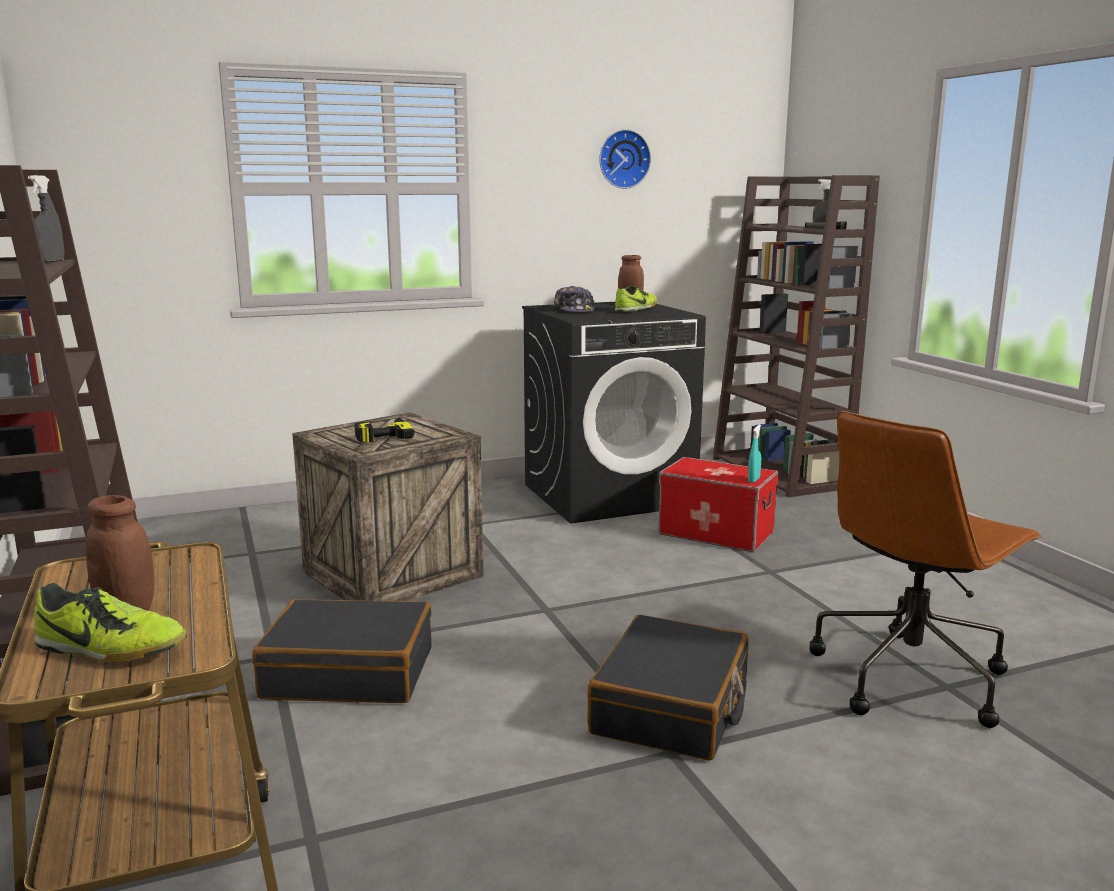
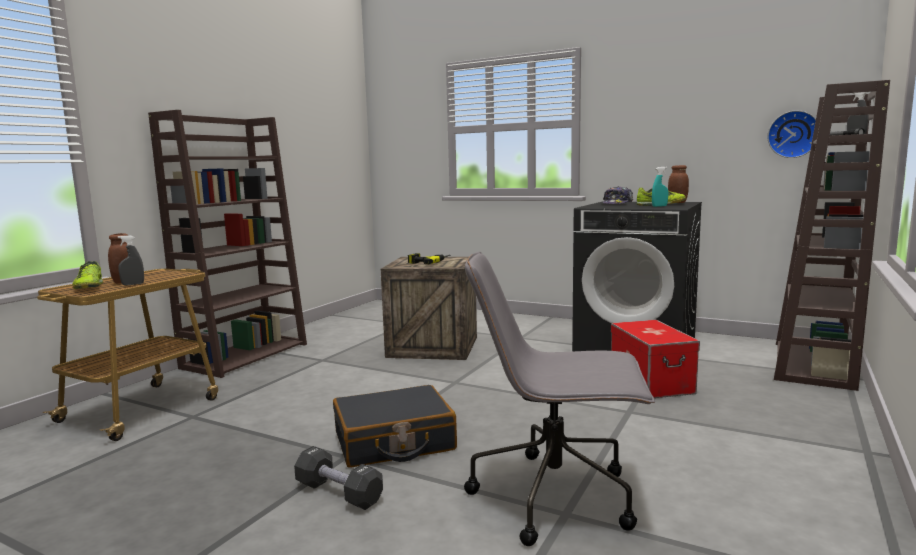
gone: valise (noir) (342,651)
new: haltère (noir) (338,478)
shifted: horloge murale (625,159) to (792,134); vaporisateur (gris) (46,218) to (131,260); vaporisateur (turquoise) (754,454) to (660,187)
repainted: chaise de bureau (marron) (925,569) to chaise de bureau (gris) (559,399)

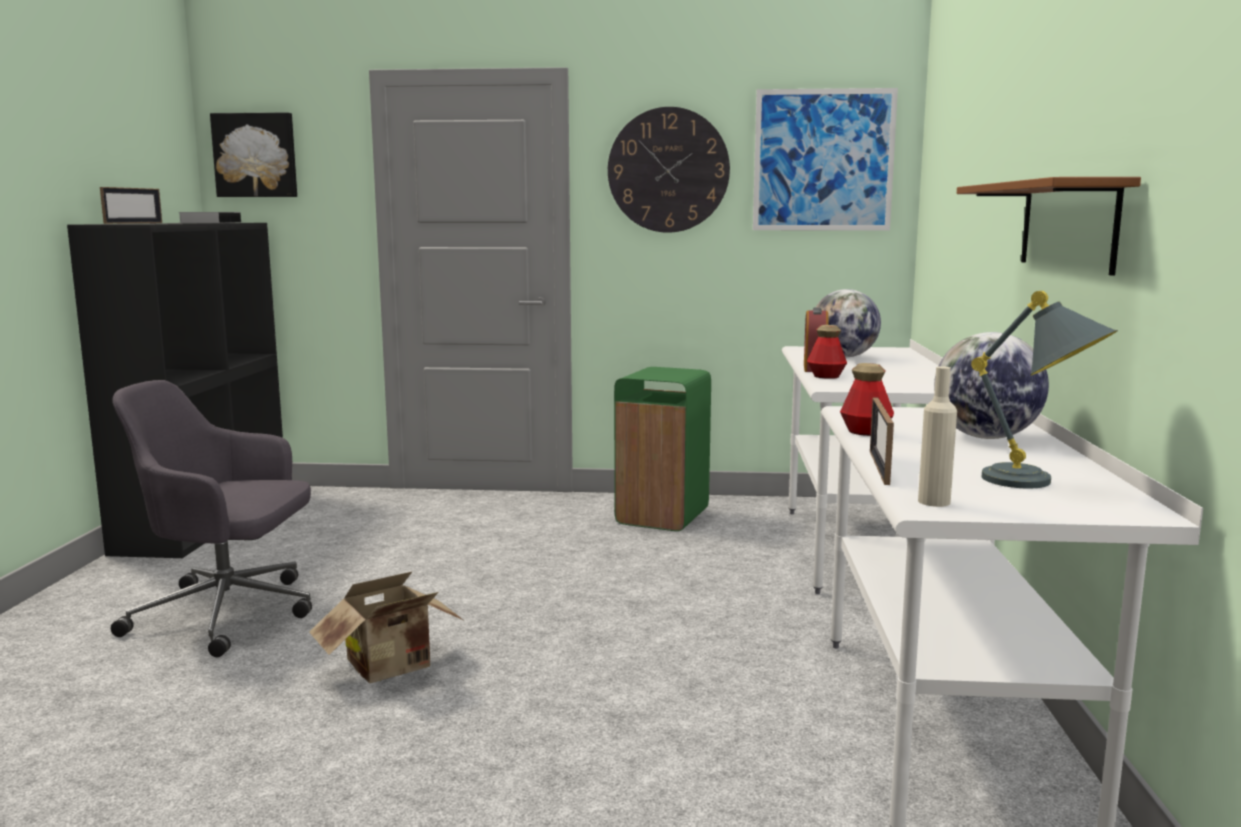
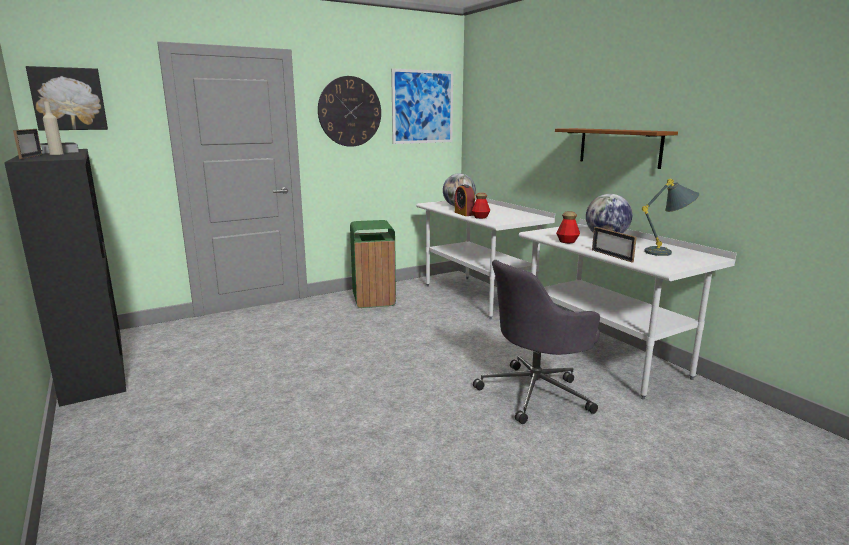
gone: carton (386,627)
shifted: bouteille (beige) (937,436) to (53,128); chaise de bureau (gris) (211,518) to (536,342)

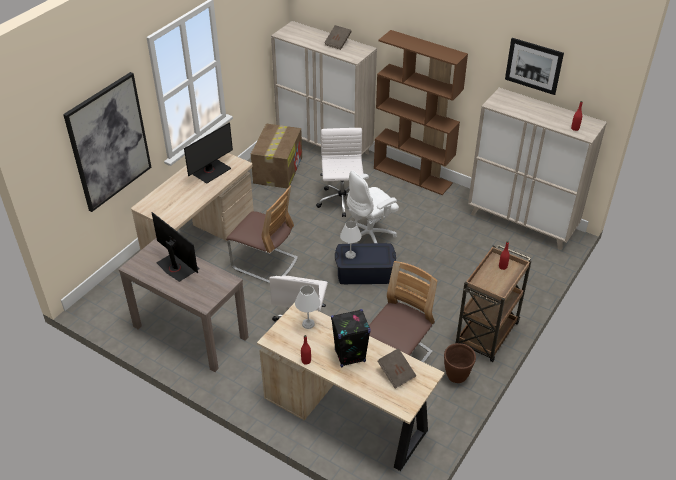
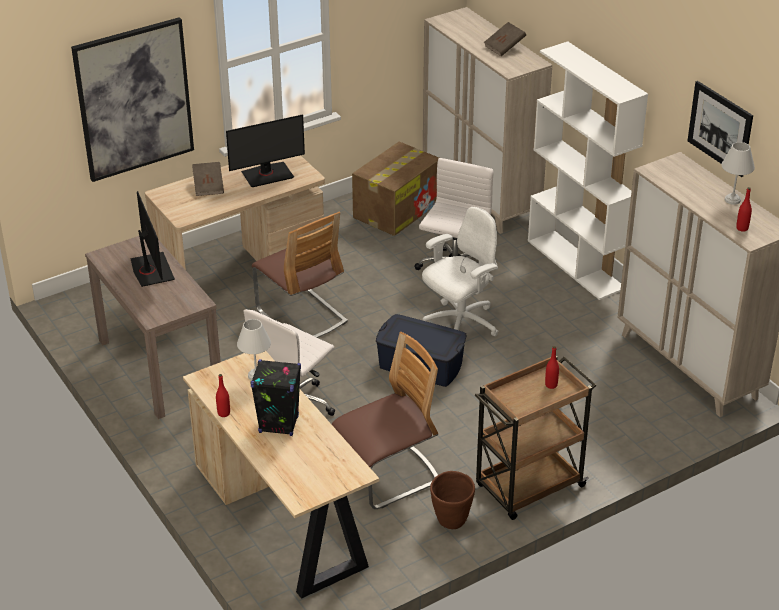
shifted: lampe de table (blanc) (351,240) to (738,173); livre (marron) (396,368) to (208,179)
repainted: bibliothèque (marron) (421,112) to bibliothèque (blanc) (588,170)
rotated: chaise de bureau (blanc) (373,207) = (460,271) 150 degrees clockwise

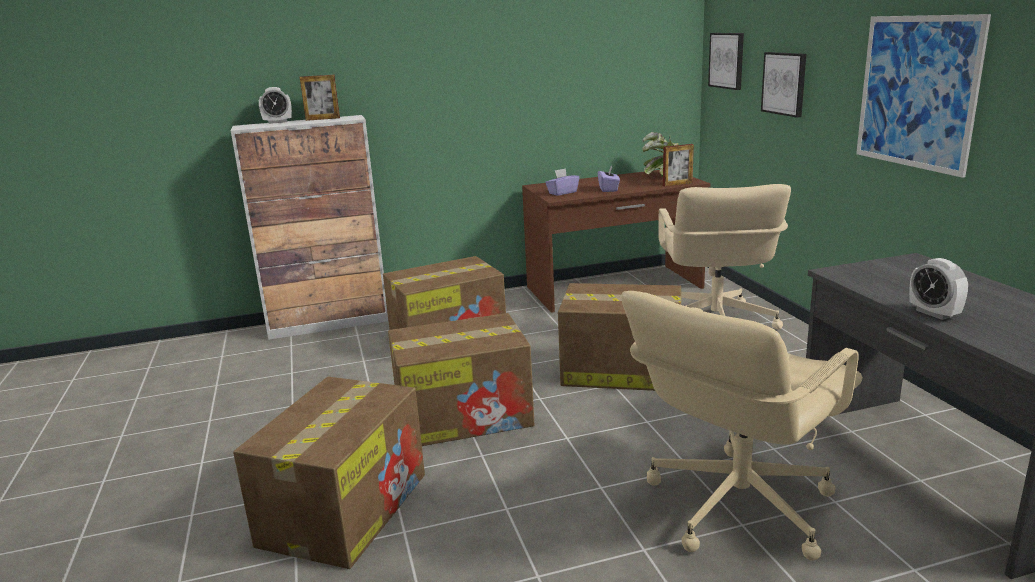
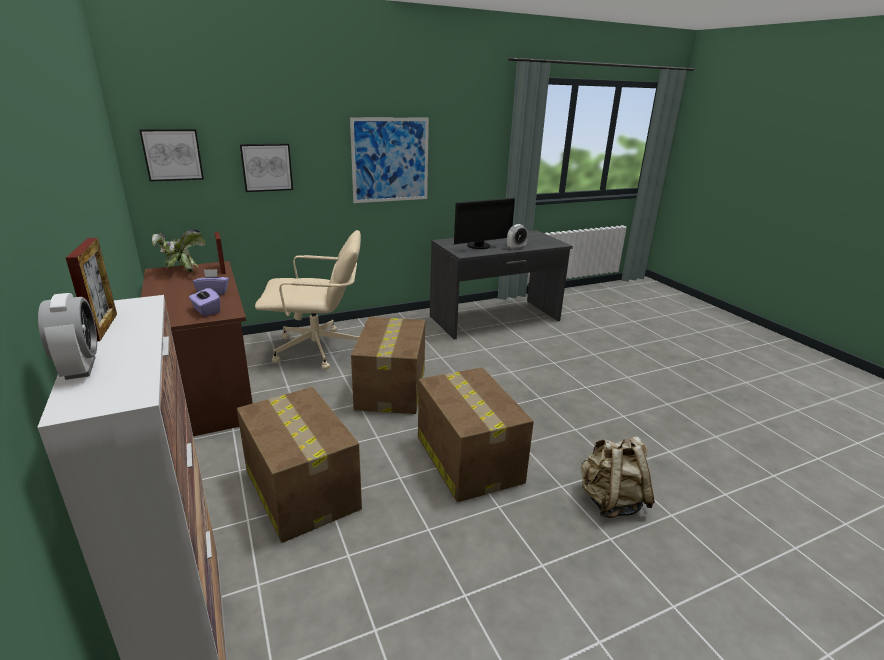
gone: chaise de bureau (beige) (742,426)
new: écran d'ordinateur (484,223)
swapped: carton (329,473) to sac à dos (beige) (618,477)

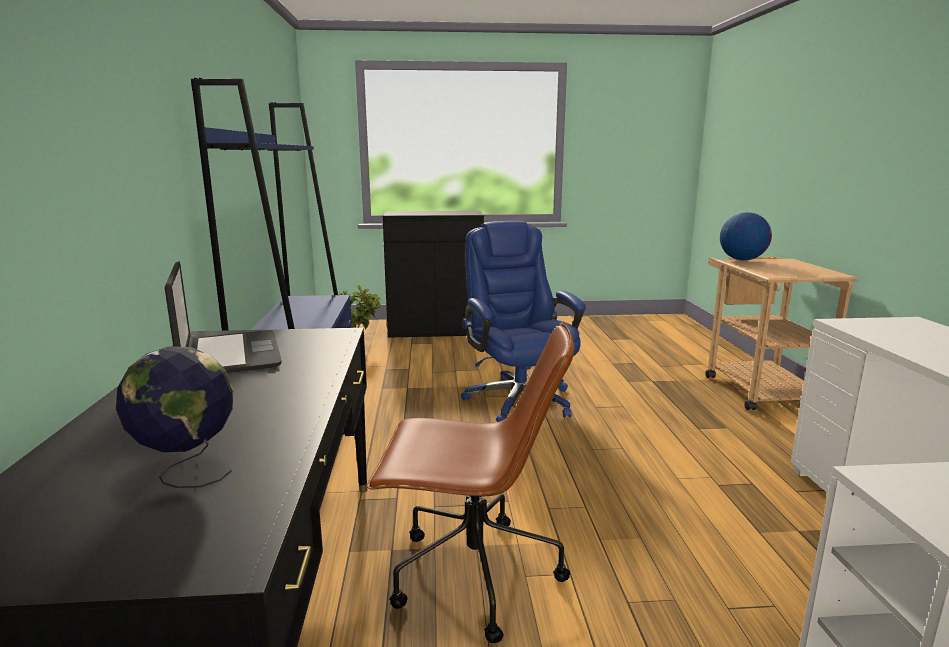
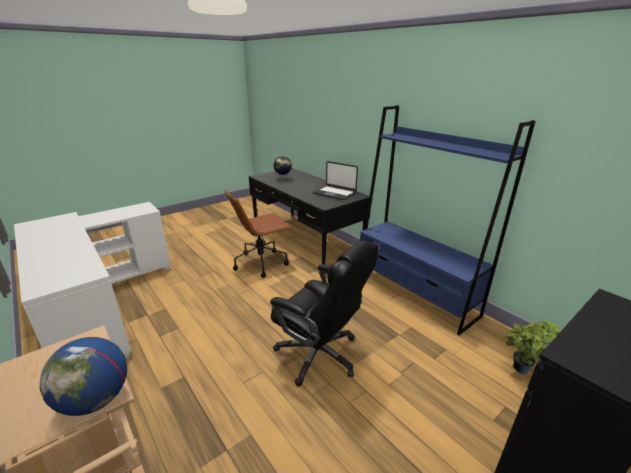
repainted: chaise de bureau (bleu) (523,321) to chaise de bureau (noir) (324,314)

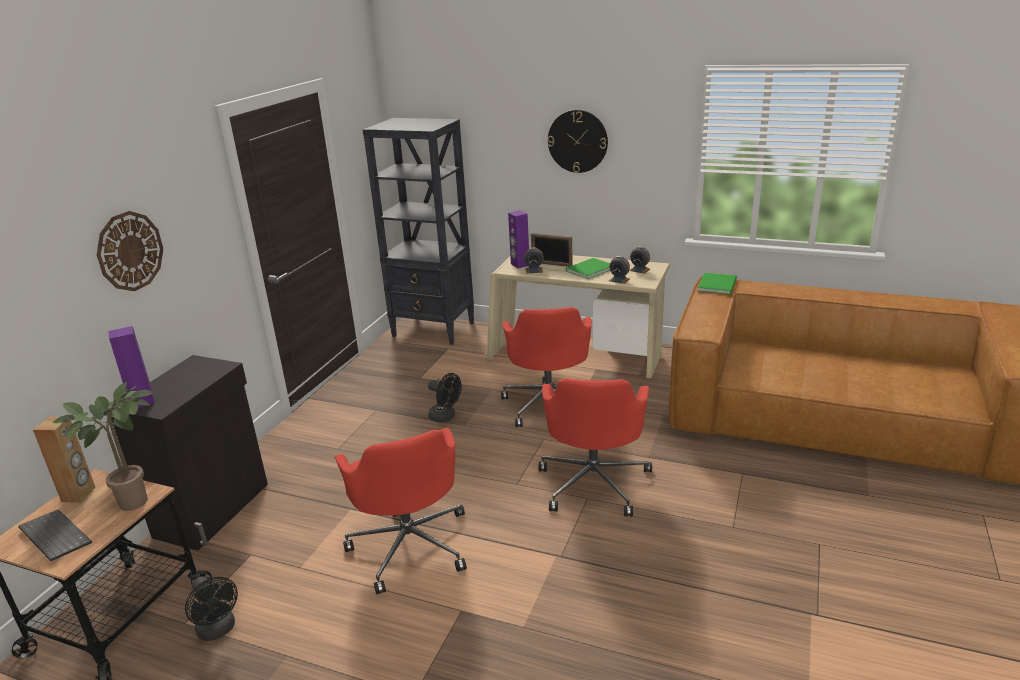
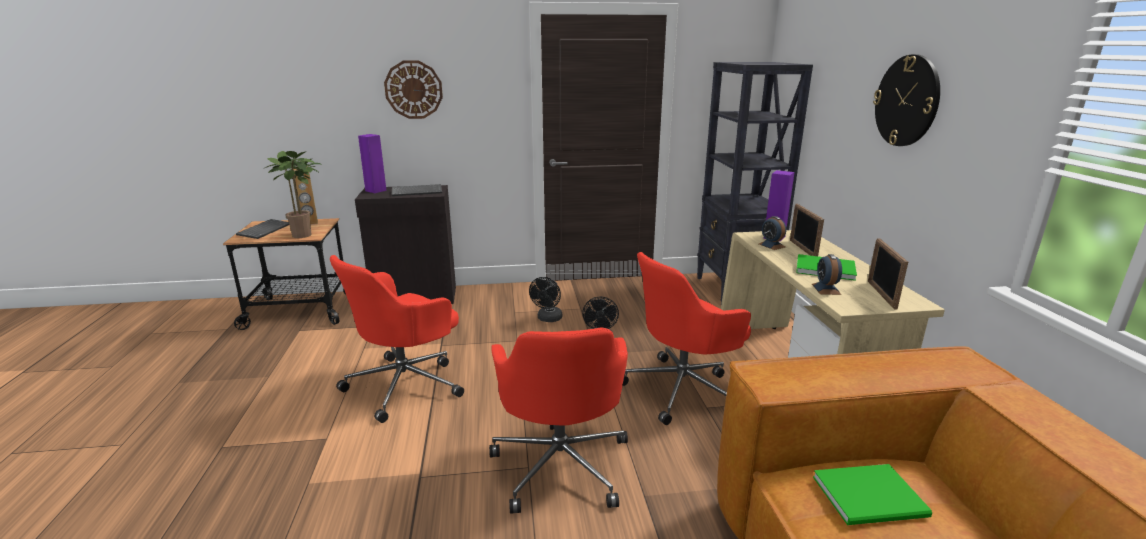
new: clavier (417,190)
shifted: livre (vert) (717,283) to (872,494); ventilateur (noir) (211,609) to (545,299)
swapped: réveil (639,260) to cadre photo (888,274)
rotated: chaise de bureau (rouge) (595,447) = (558,420) 75 degrees counterclockwise

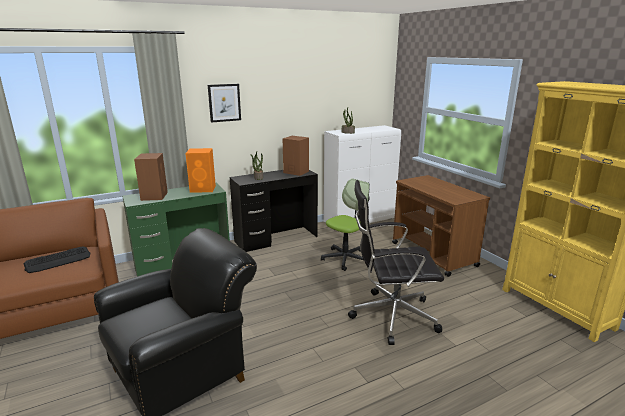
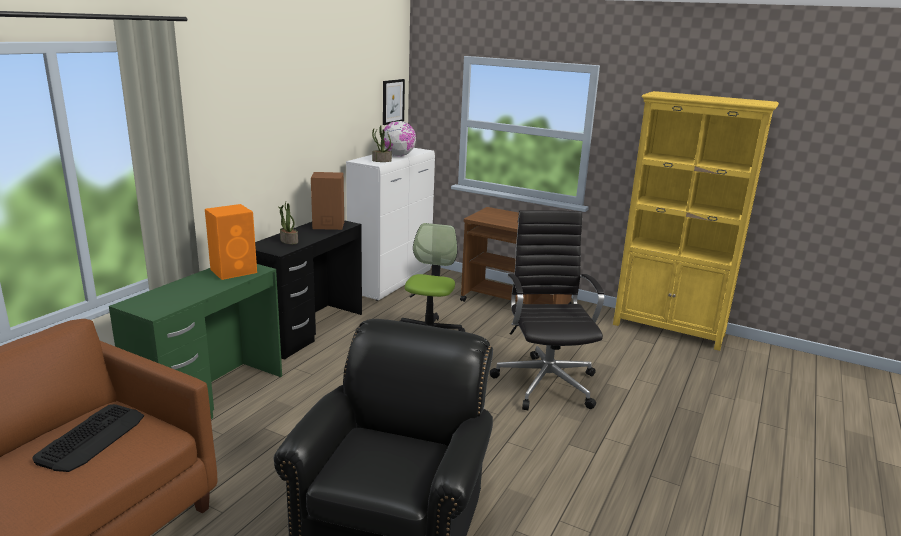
gone: enceinte (marron) (151,177)
new: globe (400,138)
shifted: tableau (224,103) to (394,102)
rotated: chaise de bureau (noir) (396,262) = (547,310) 120 degrees clockwise

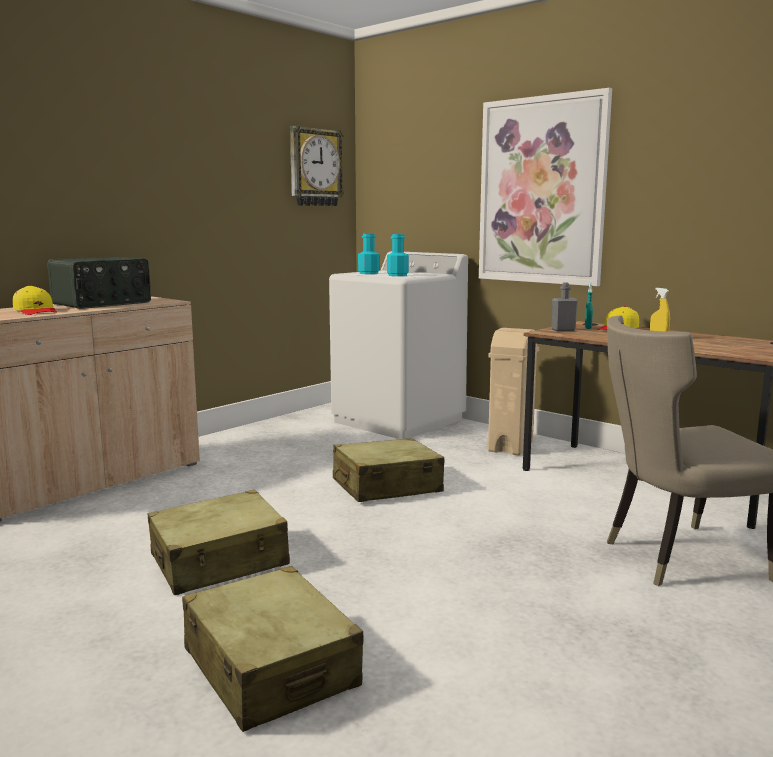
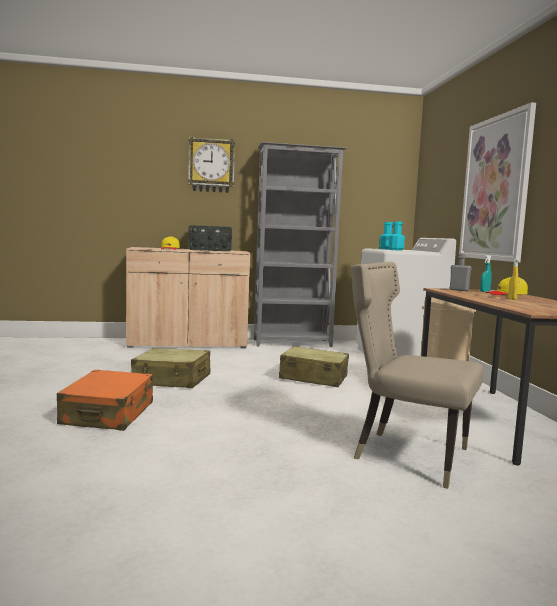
new: bibliothèque (gris) (300,244)
shifted: horloge murale (317,166) to (211,165)
repainted: valise (beige) (272,649) to valise (orange) (105,400)

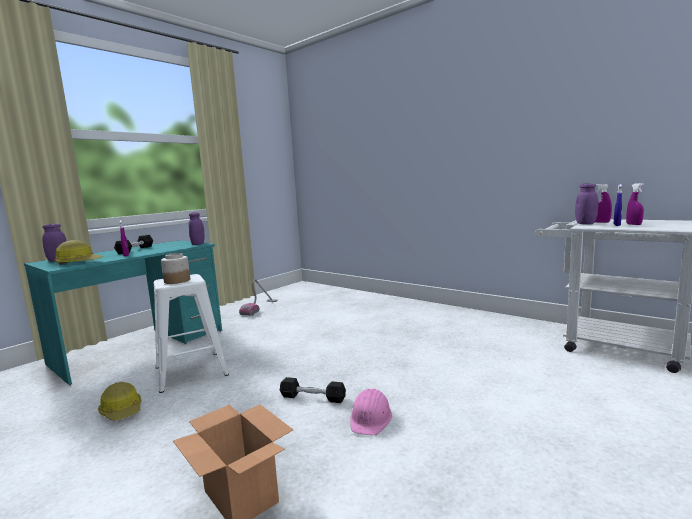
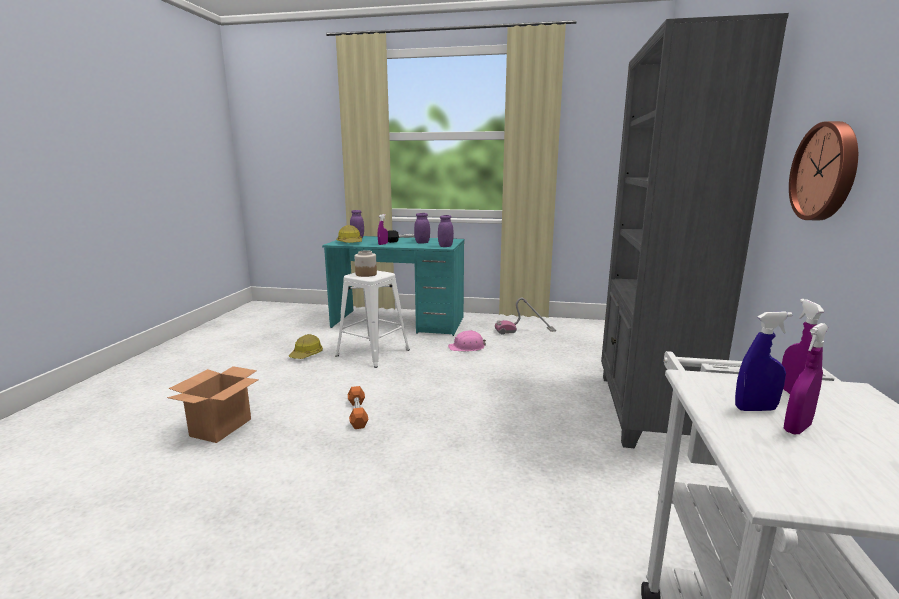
new: bibliothèque (gris) (695,230); horloge murale (823,170)
shifted: bocal (violet) (586,203) to (422,228); casque de chantier (rose) (371,412) to (467,341)
repainted: haltère (noir) (313,390) to haltère (orange) (358,407)

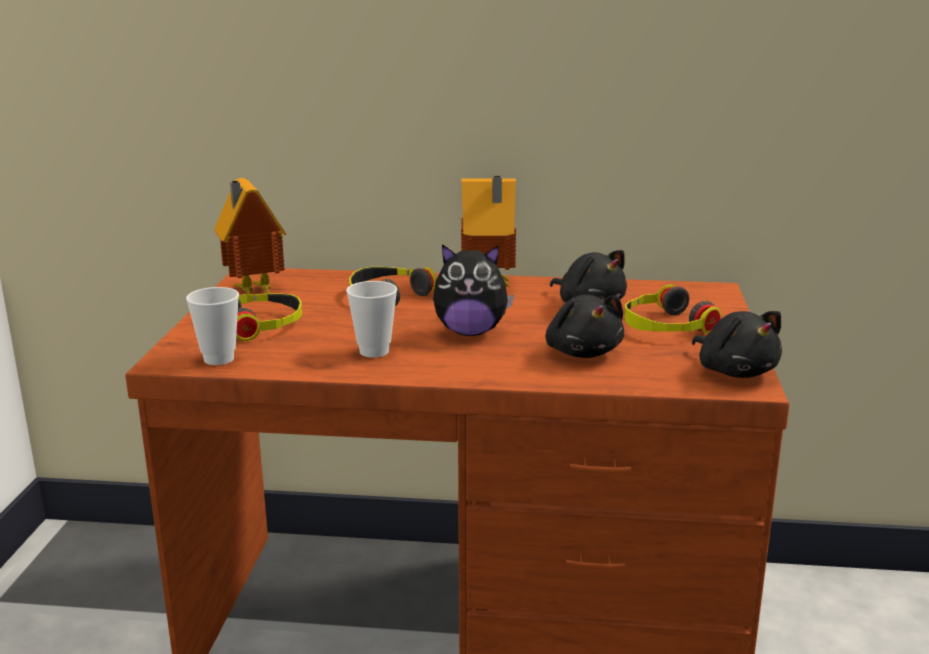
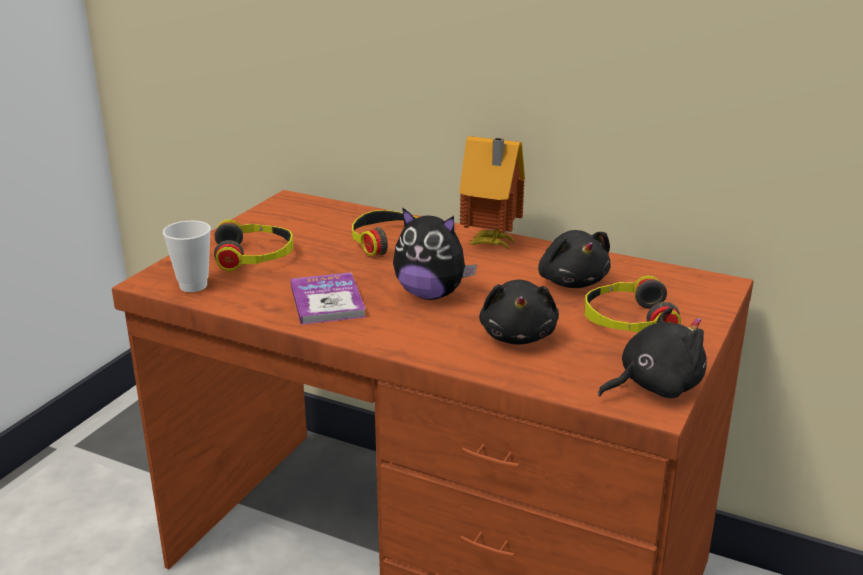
gone: maison miniature (250,236)
swapped: tasse (371,319) to livre (328,298)
rotated: peluche (noir) (737,344) = (652,352) 105 degrees counterclockwise

